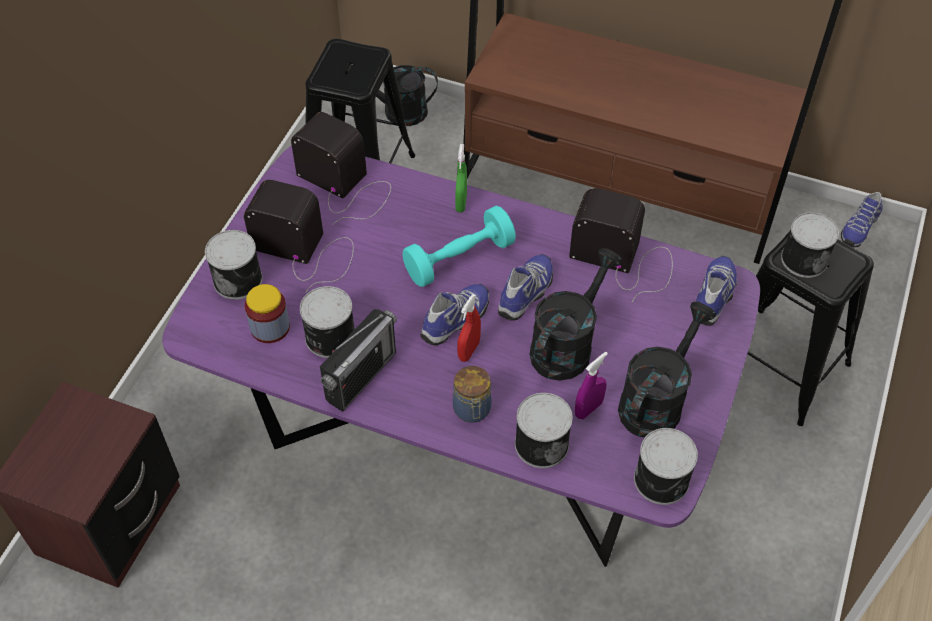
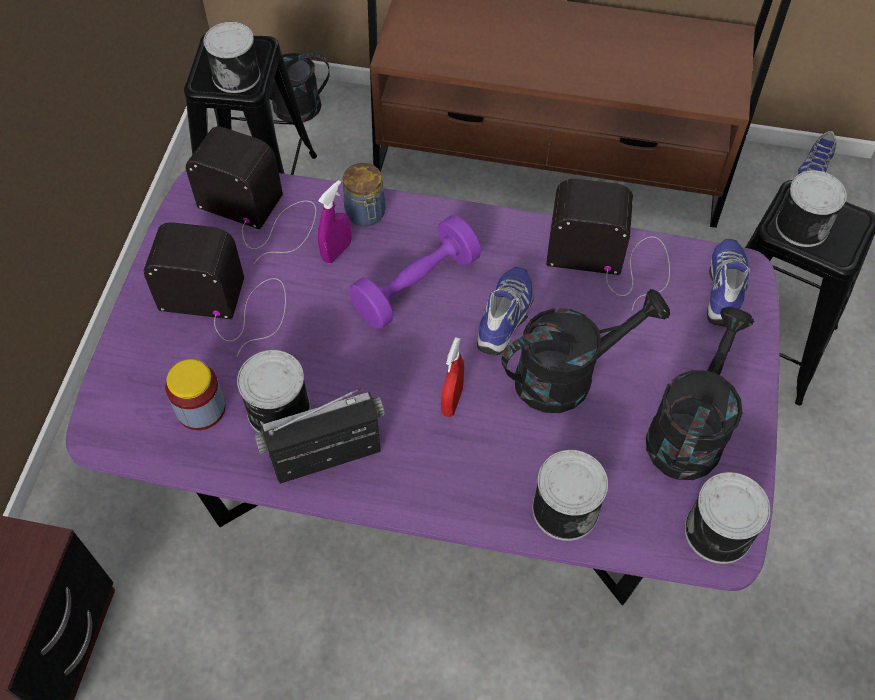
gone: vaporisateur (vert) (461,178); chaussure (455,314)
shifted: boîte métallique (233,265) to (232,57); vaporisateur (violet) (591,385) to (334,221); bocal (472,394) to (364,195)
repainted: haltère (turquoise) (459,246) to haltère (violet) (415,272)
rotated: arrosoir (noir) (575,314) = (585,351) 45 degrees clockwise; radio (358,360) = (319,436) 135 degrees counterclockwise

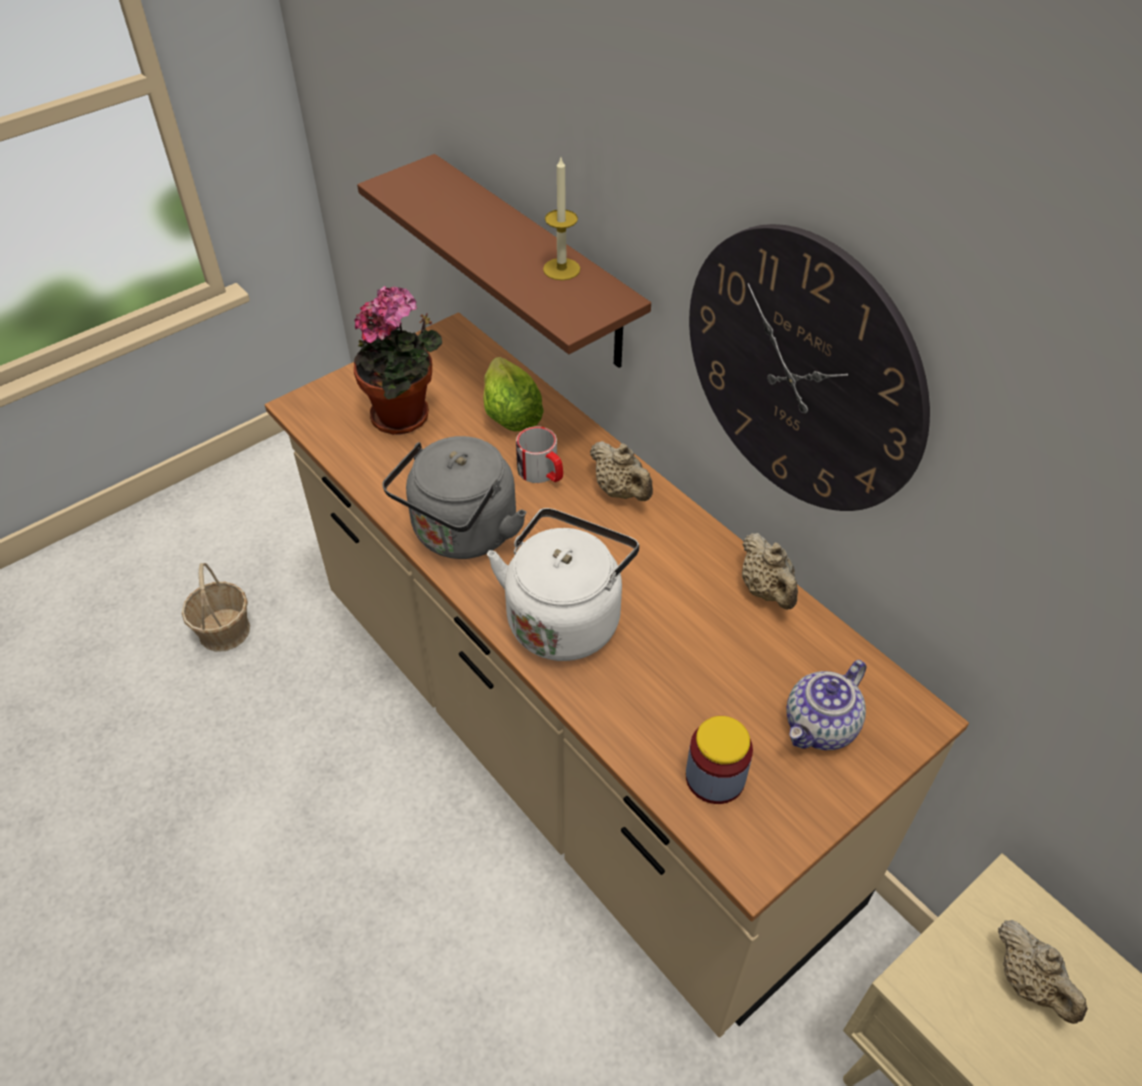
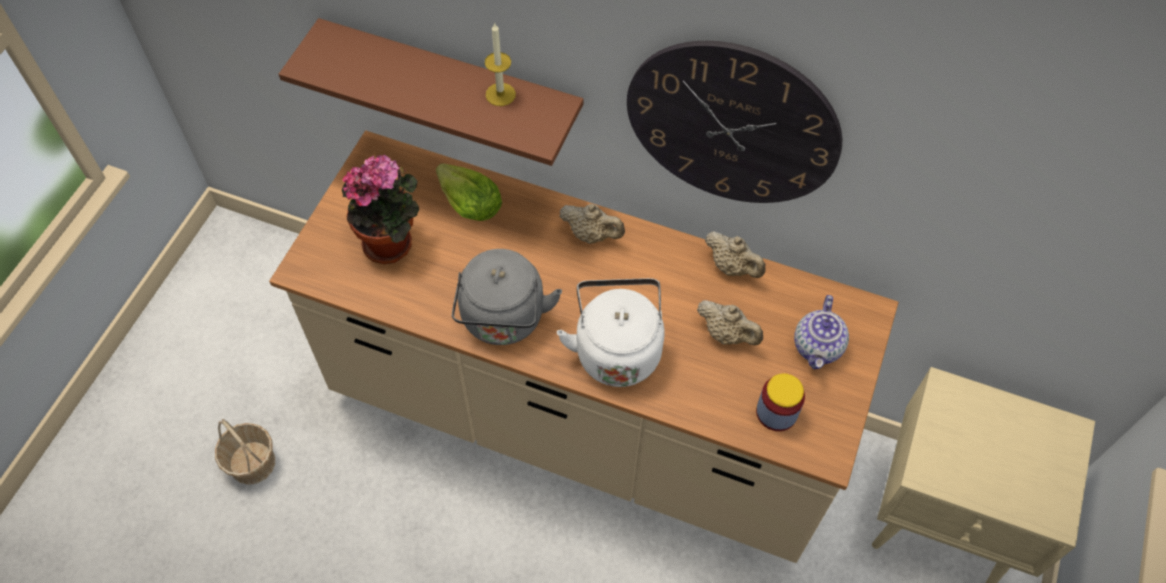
gone: mug (539,454)
shifted: théière (beige) (1043,972) to (730,322)

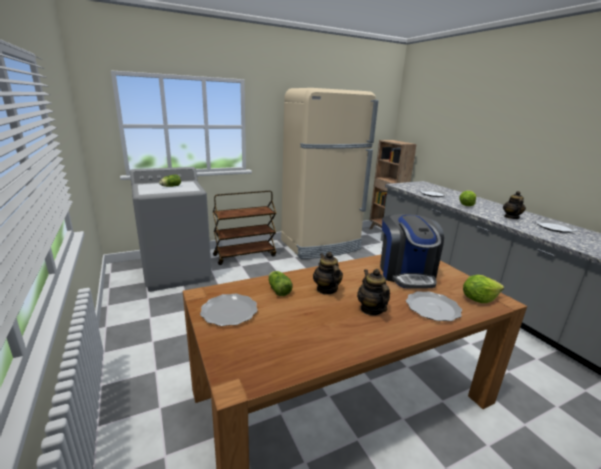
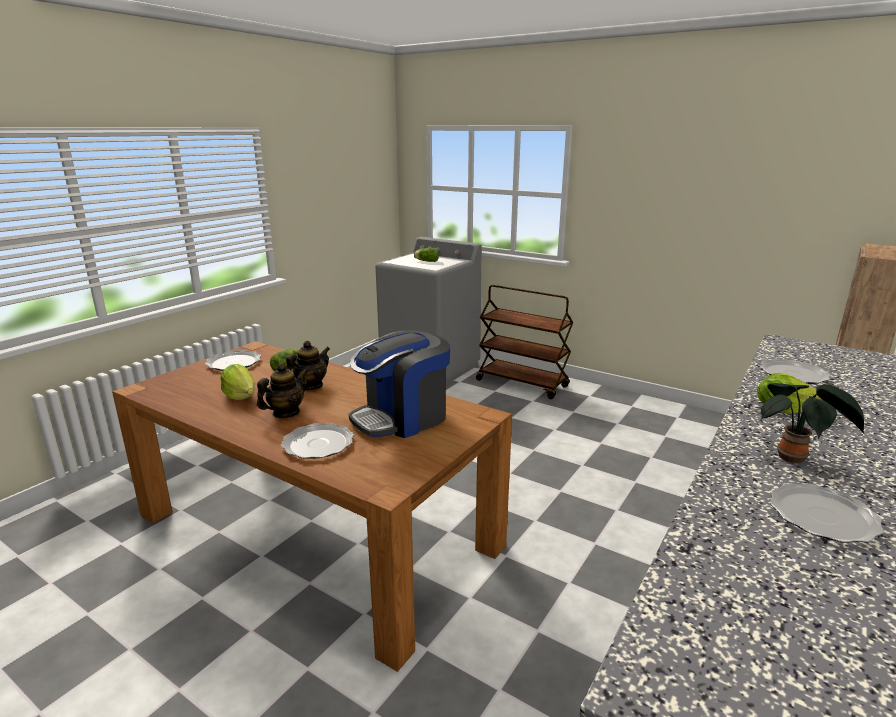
gone: réfrigérateur (beige) (330,173)
shifted: laitue (483,289) to (237,382)
swapped: théière (514,205) to plante en pot (812,423)

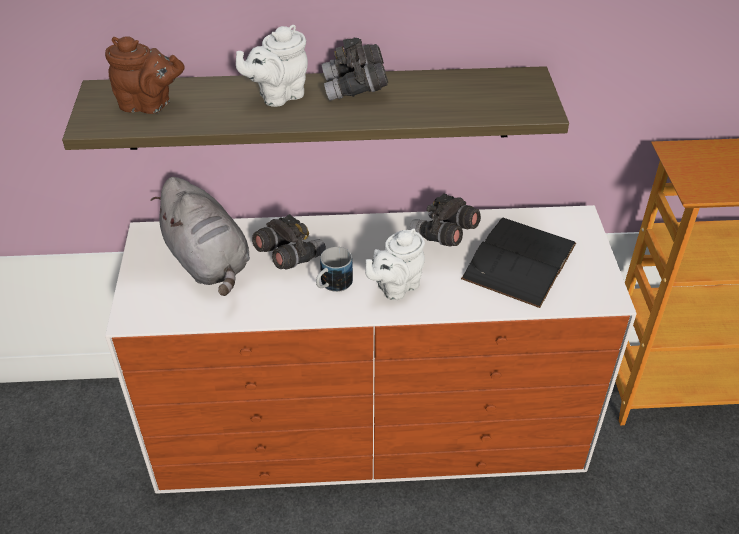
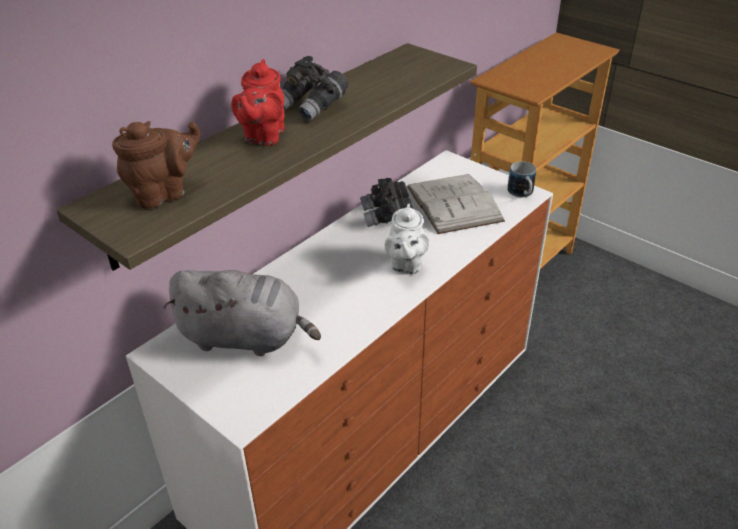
gone: jumelles (gris) (289,242)
shifted: mug (334,269) to (521,179)
repainted: théière (blanc) (272,66) to théière (rouge) (258,102); livre (noir) (518,262) to livre (blanc) (456,204)

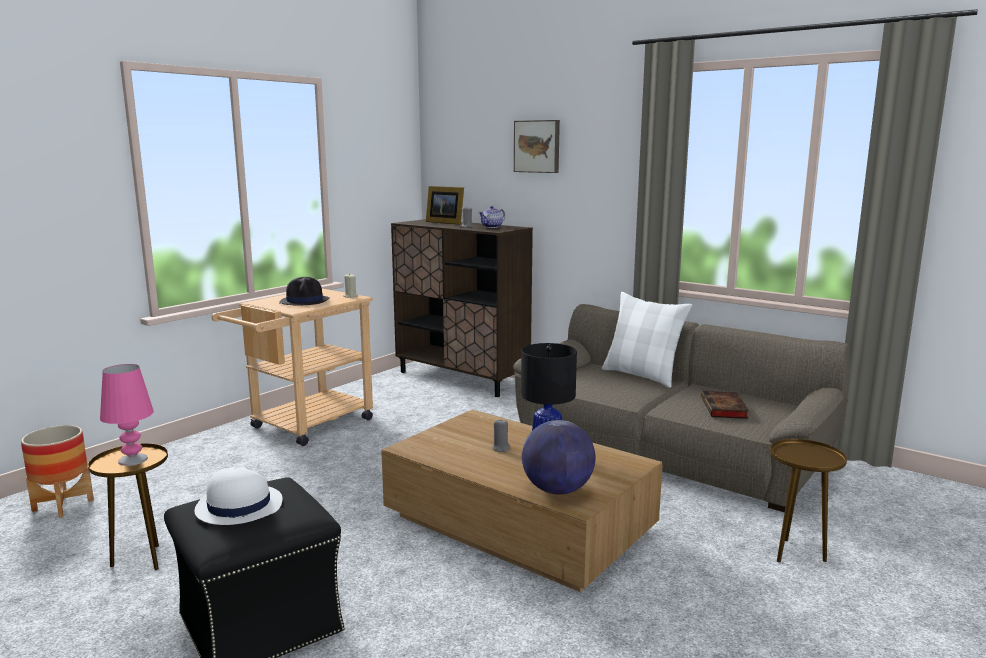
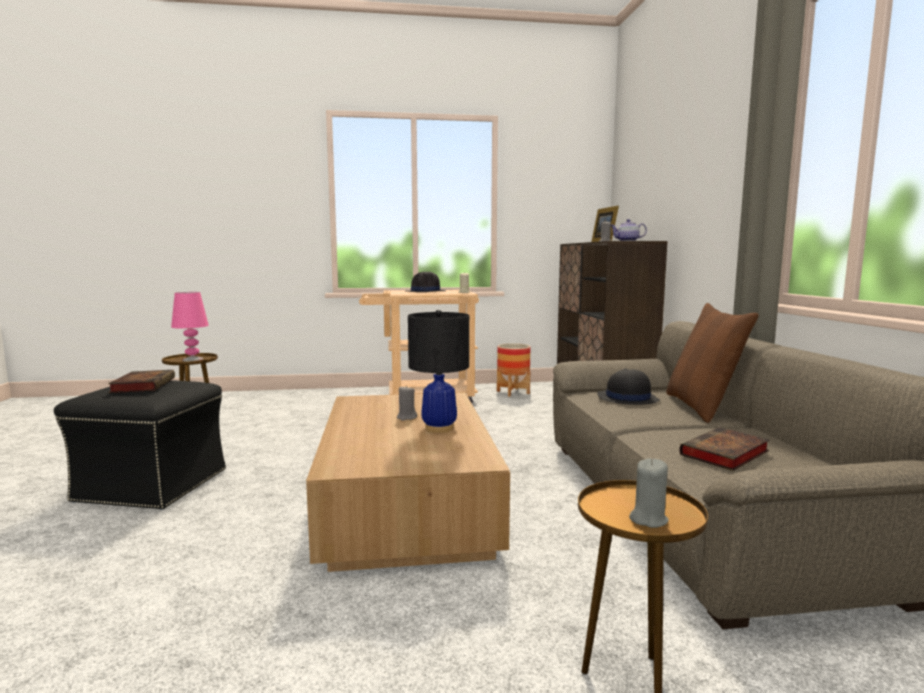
gone: tableau (537,146); globe (558,457)
new: chapeau (noir) (628,386); bougie (gris) (649,493)
shifted: cache-pot (57,471) to (514,370)
swapped: chapeau (blanc) (238,494) to livre (141,381)
repainted: coussin (blanc) (647,340) to coussin (marron) (712,363)

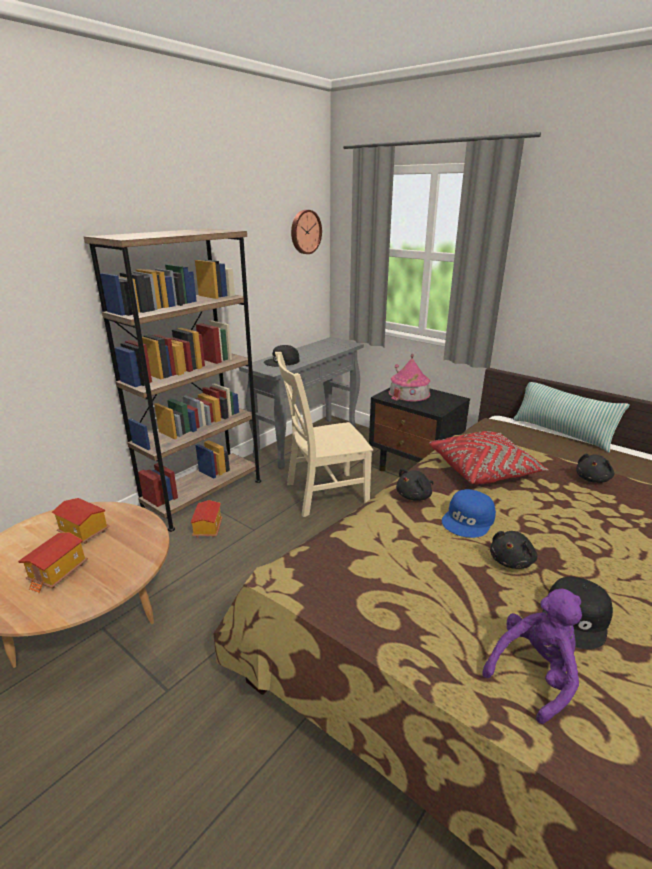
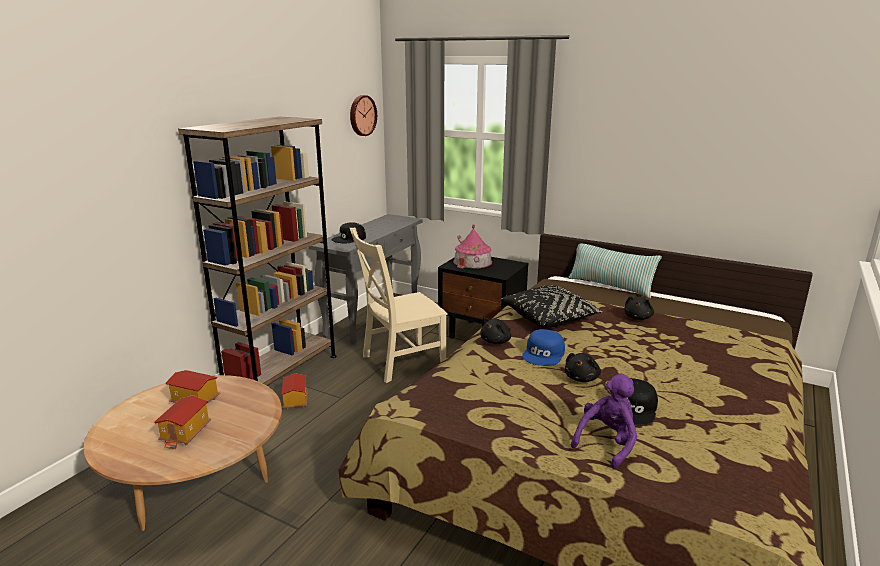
repainted: coussin (rouge) (489,457) to coussin (noir) (552,306)

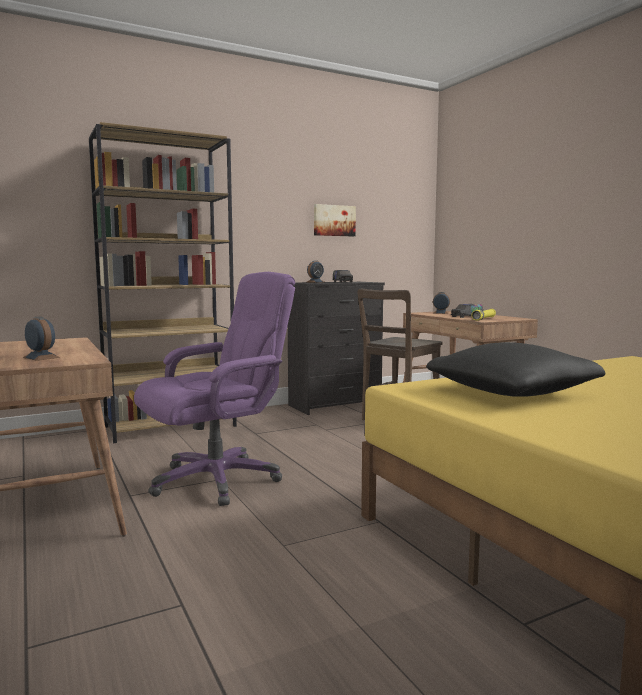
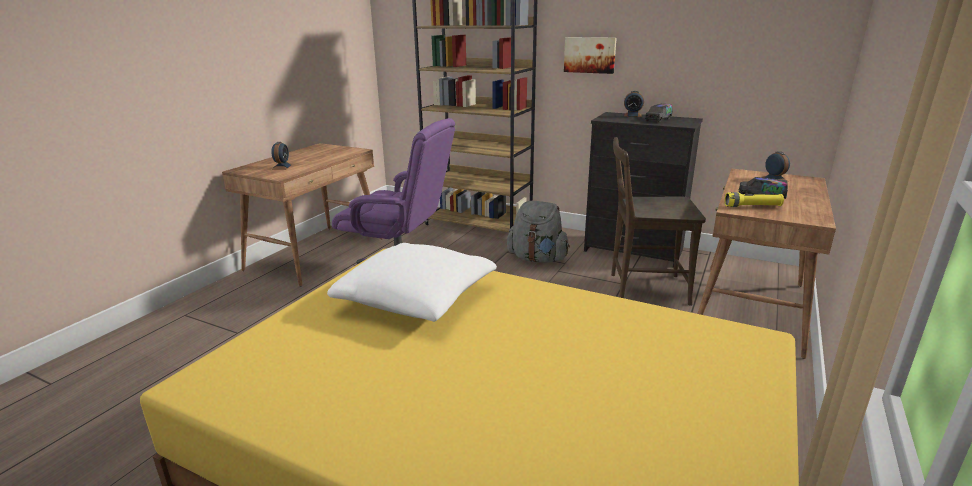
new: sac à dos (gris) (538,232)
shifted: tableau (335,220) to (590,55)
repainted: coussin (noir) (516,369) to coussin (blanc) (412,282)

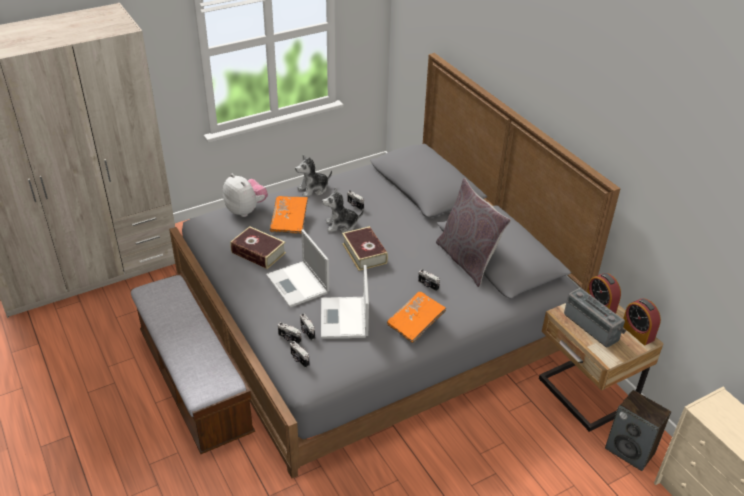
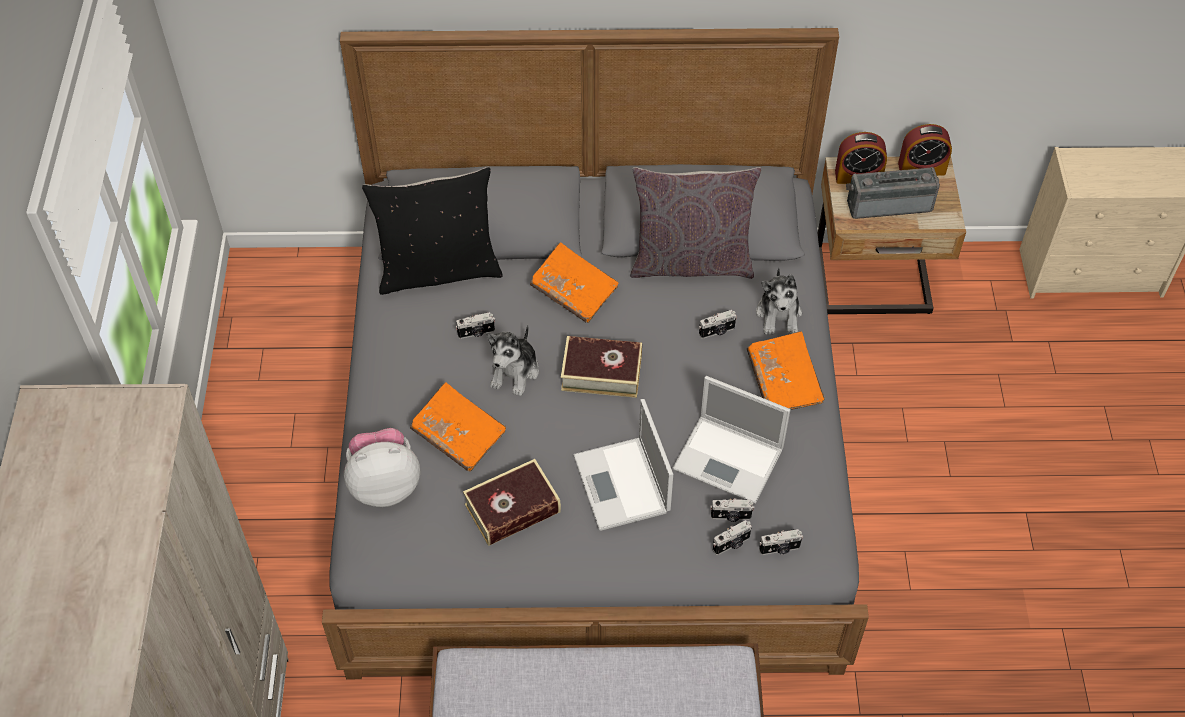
gone: enceinte (638,430)
new: coussin (noir) (432,231); livre (orange) (574,282)
shifted: peluche (313,176) to (779,301)
rotated: ordinateur portable (297,268) = (623,465) 75 degrees clockwise

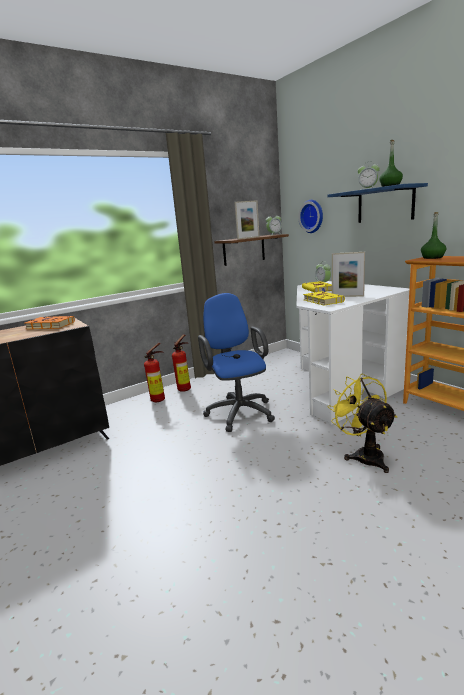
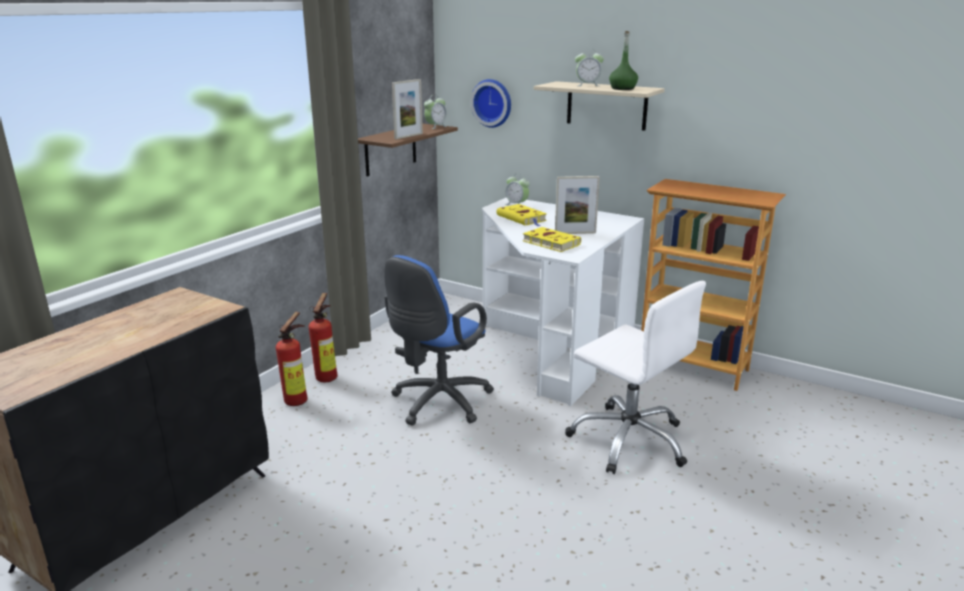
gone: bouteille (vert) (433,235); livre (orange) (50,322)
swapped: ventilateur (jaune) (362,423) to chaise de bureau (blanc) (635,377)
repainted: étagère (bleu) (377,203) to étagère (beige) (599,106)
rotated: chaise de bureau (bleu) (236,362) = (439,340) 105 degrees counterclockwise

